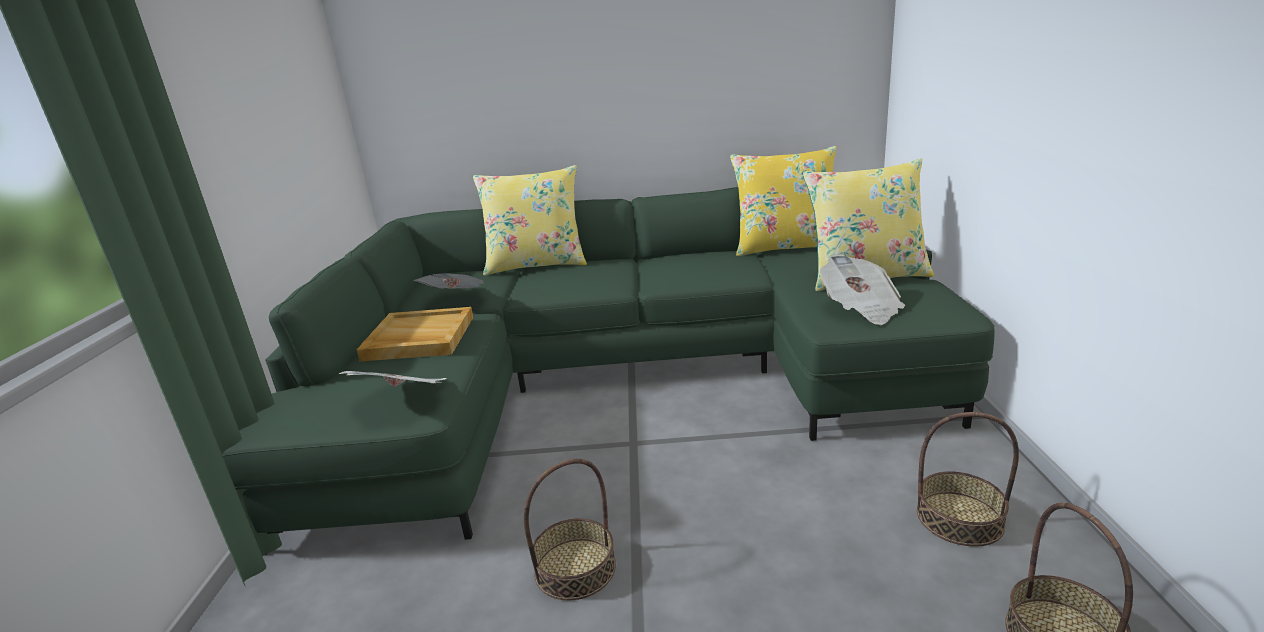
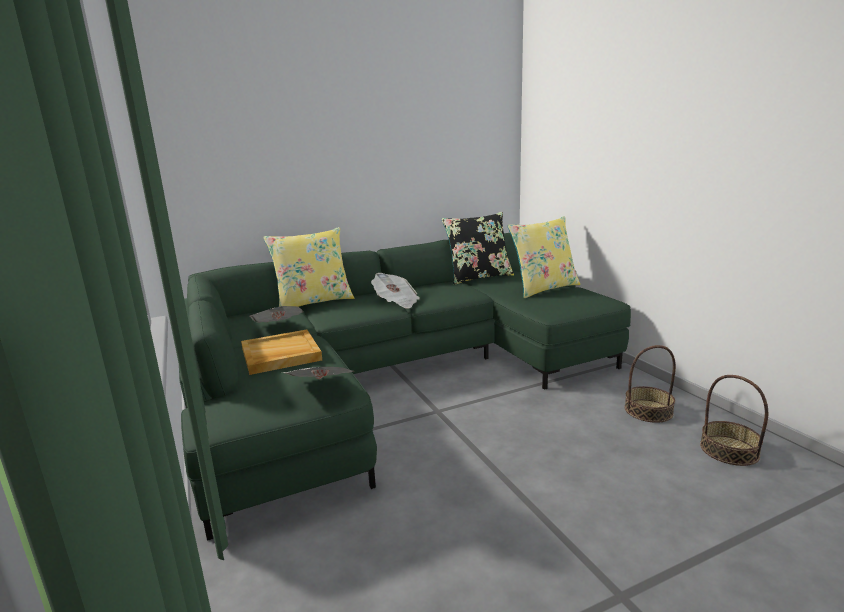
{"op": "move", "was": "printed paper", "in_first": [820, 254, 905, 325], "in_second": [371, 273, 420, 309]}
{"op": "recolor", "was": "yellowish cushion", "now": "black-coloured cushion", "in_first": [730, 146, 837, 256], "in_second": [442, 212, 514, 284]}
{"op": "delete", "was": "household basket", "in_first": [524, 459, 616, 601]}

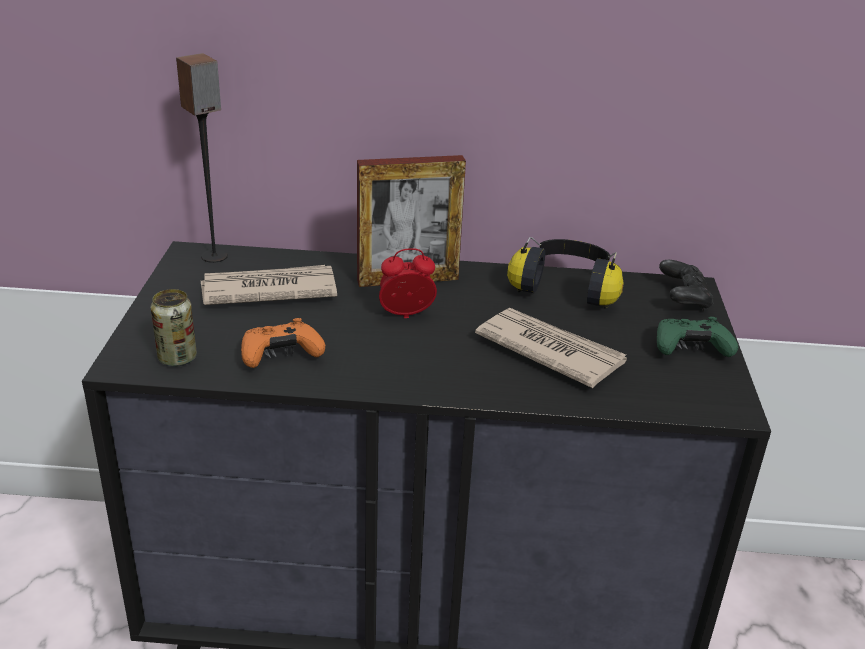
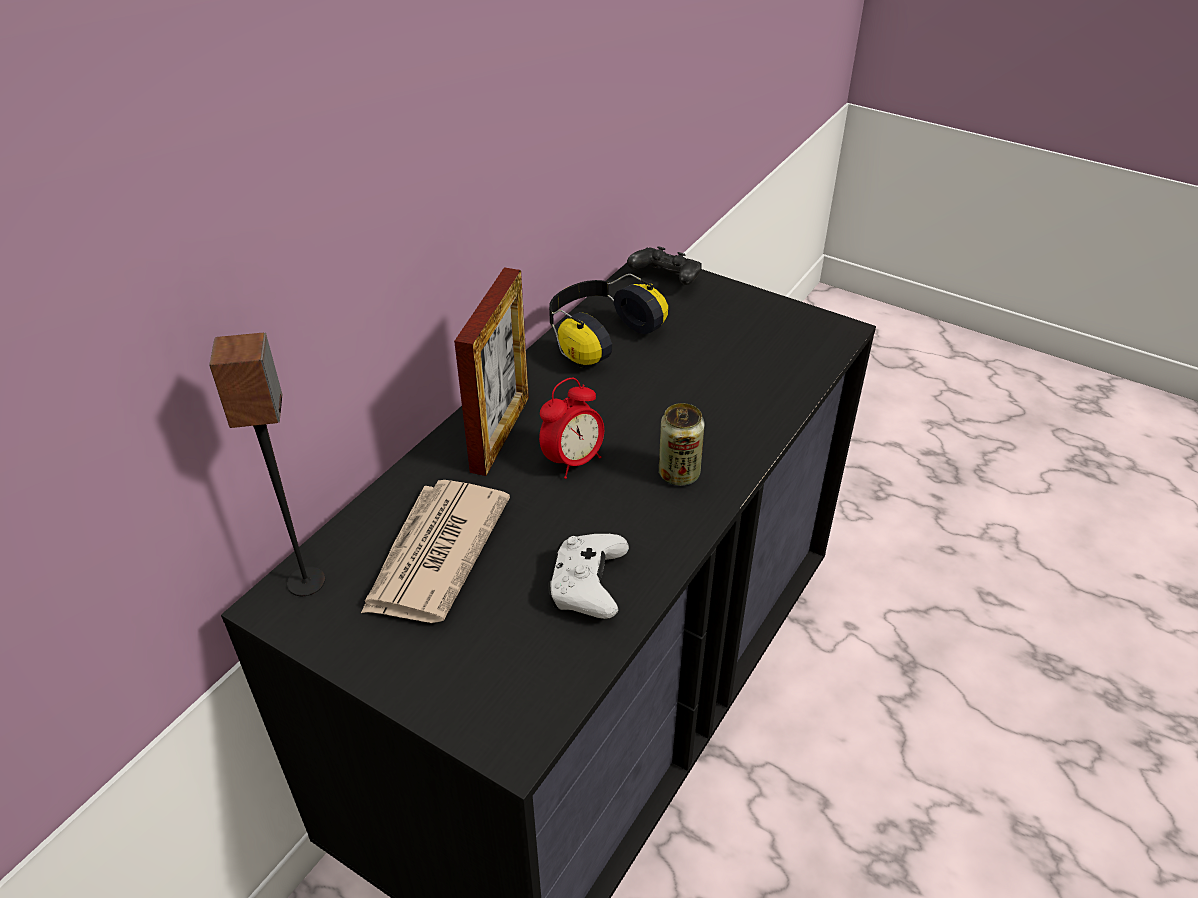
{"op": "rotate", "was": "table clock", "in_first": [379, 248, 437, 318], "in_second": [539, 378, 604, 479], "clockwise": -150}
{"op": "recolor", "was": "orange gamepad", "now": "white-coloured gamepad", "in_first": [241, 318, 325, 368], "in_second": [548, 534, 629, 619]}
{"op": "move", "was": "can", "in_first": [150, 289, 197, 367], "in_second": [659, 403, 705, 486]}
{"op": "delete", "was": "printed paper", "in_first": [475, 308, 627, 388]}
{"op": "delete", "was": "green gamepad", "in_first": [657, 317, 738, 357]}

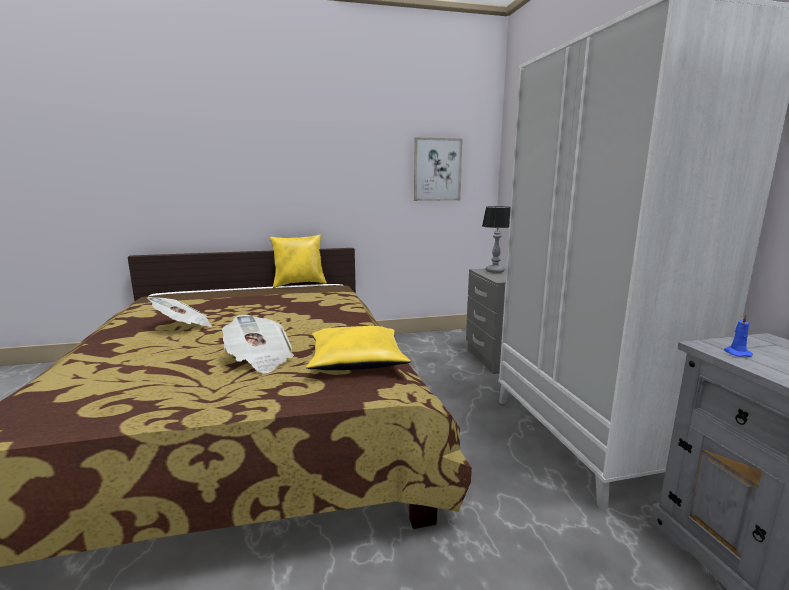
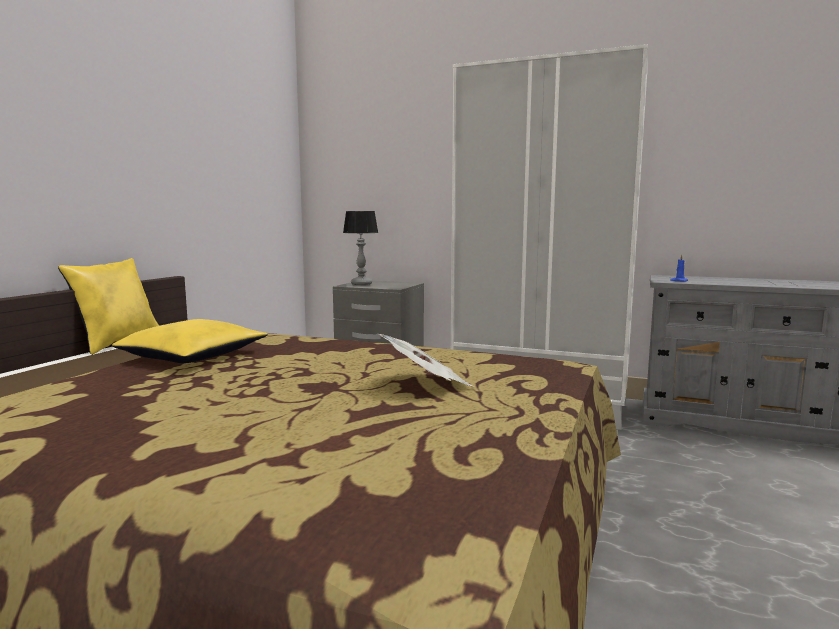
{"op": "move", "was": "yellowish cushion", "in_first": [306, 326, 411, 370], "in_second": [112, 319, 268, 363]}
{"op": "delete", "was": "printed paper", "in_first": [147, 297, 212, 327]}
{"op": "delete", "was": "wall art", "in_first": [414, 137, 463, 201]}

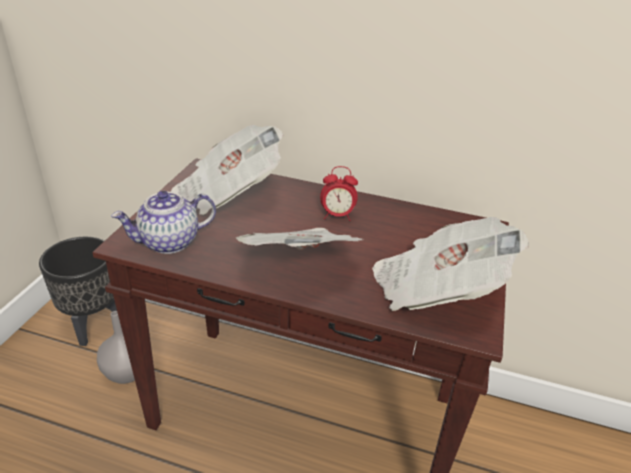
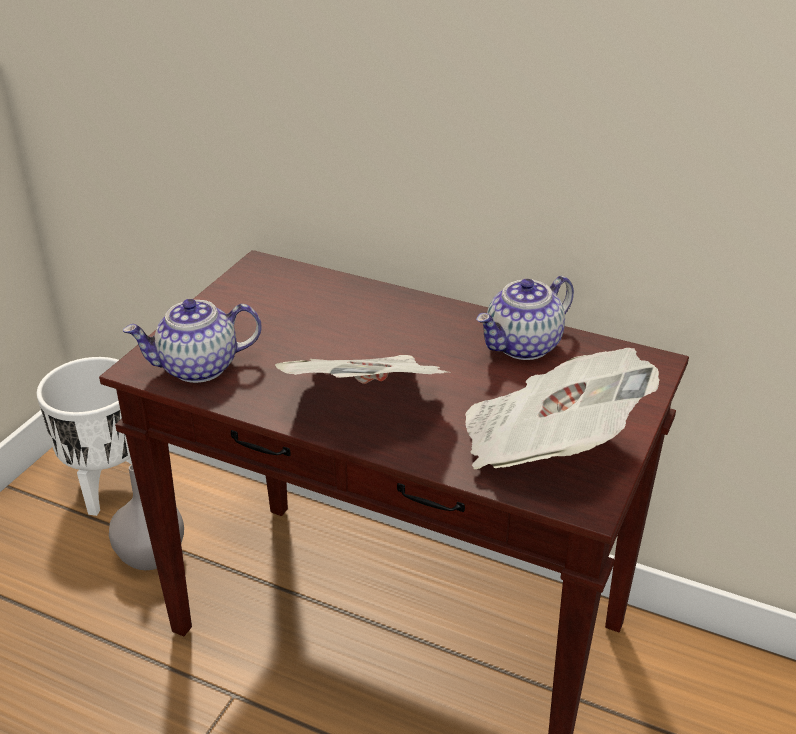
{"op": "recolor", "was": "black-coloured planter", "now": "white-coloured planter", "in_first": [39, 237, 117, 346], "in_second": [37, 357, 132, 516]}
{"op": "insert", "now": "pot for tea", "in_second": [476, 276, 574, 360]}
{"op": "delete", "was": "printed paper", "in_first": [171, 125, 284, 215]}
{"op": "delete", "was": "table clock", "in_first": [320, 166, 358, 221]}

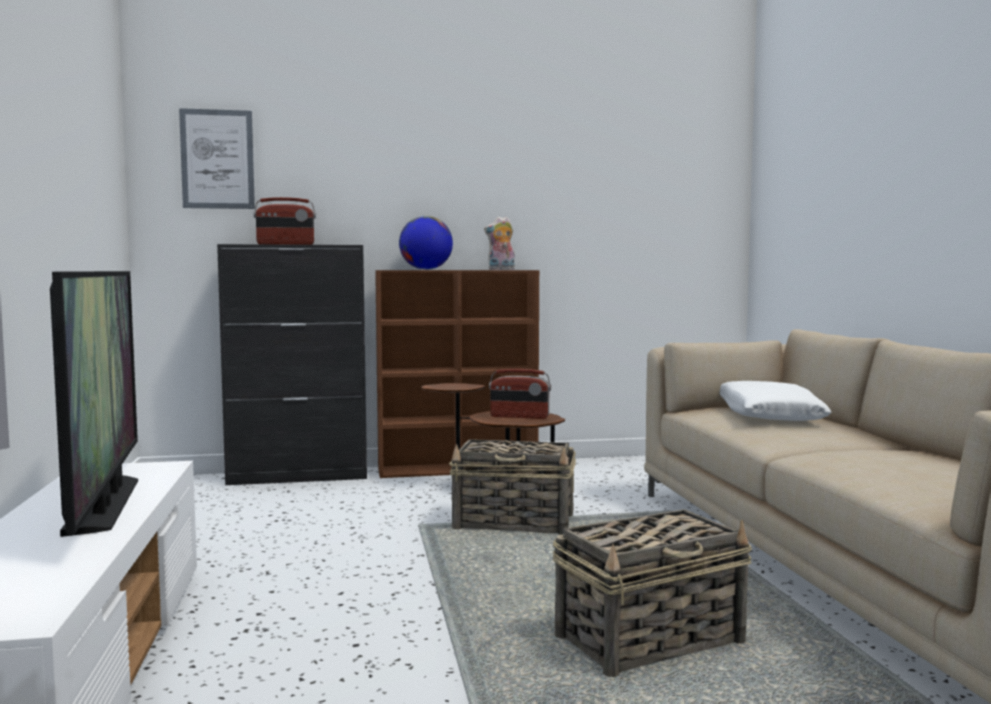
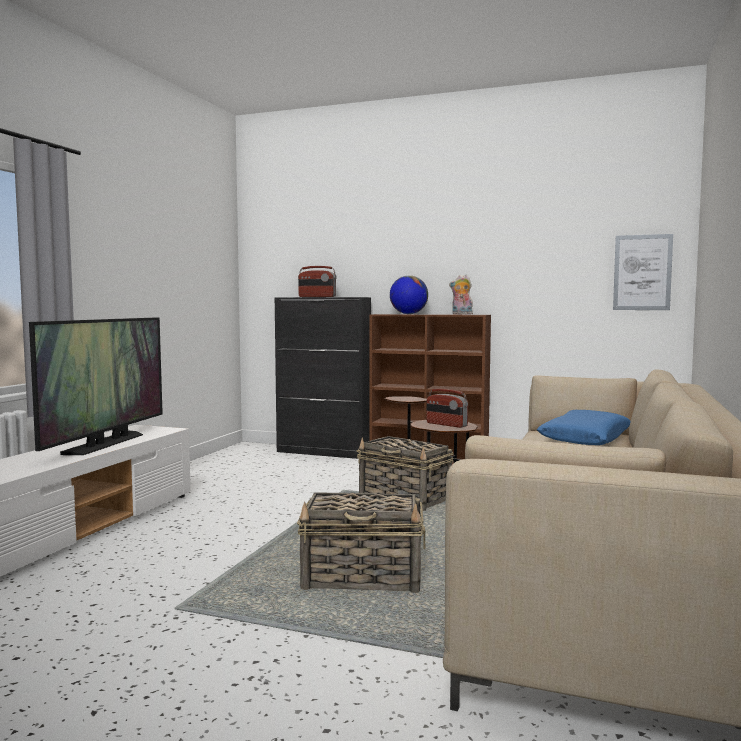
{"op": "recolor", "was": "white-coloured cushion", "now": "bluish cushion", "in_first": [720, 381, 831, 421], "in_second": [537, 410, 631, 445]}
{"op": "move", "was": "wall art", "in_first": [179, 108, 255, 209], "in_second": [613, 234, 673, 310]}

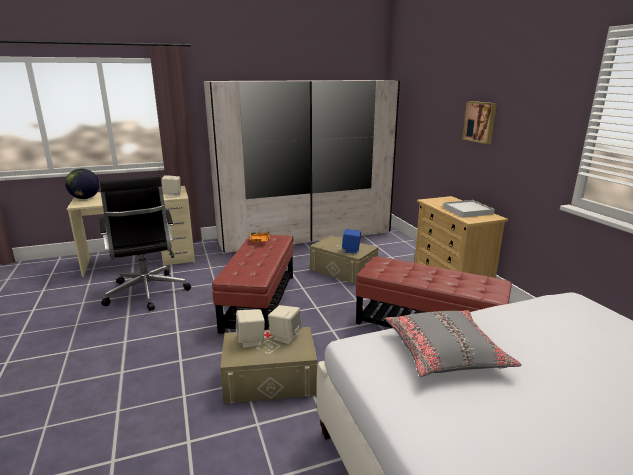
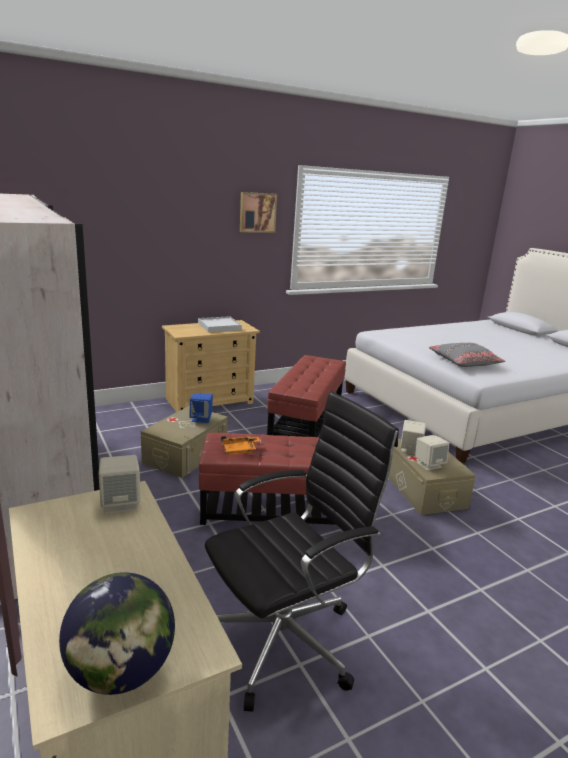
{"op": "move", "was": "wall art", "in_first": [462, 101, 497, 144], "in_second": [240, 192, 277, 233]}

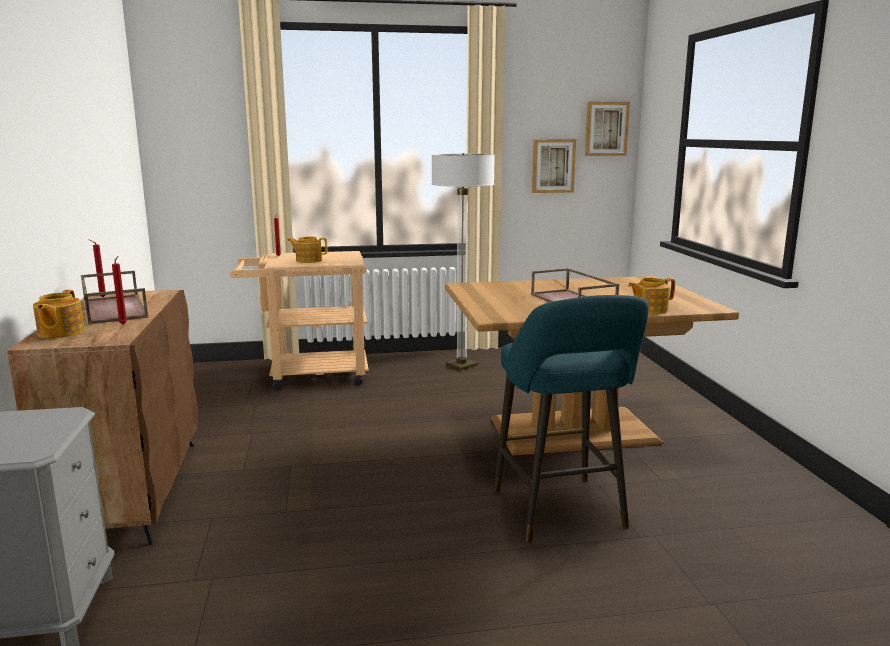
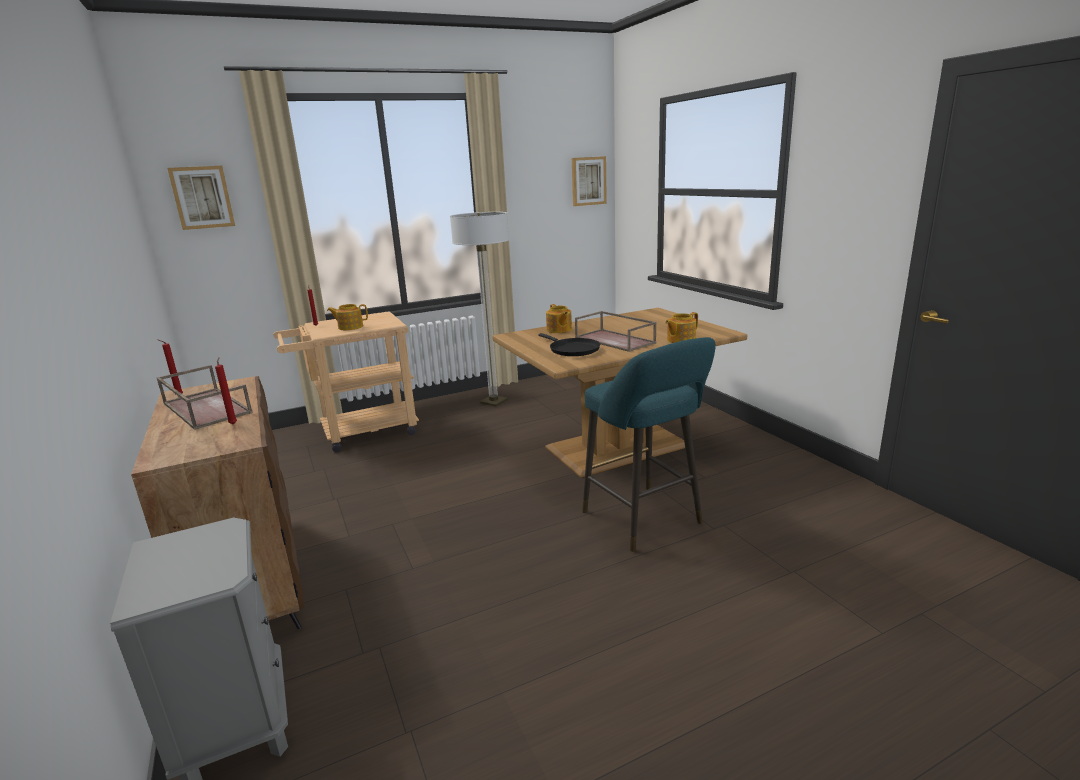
{"op": "move", "was": "wall art", "in_first": [532, 139, 576, 193], "in_second": [167, 166, 235, 230]}
{"op": "insert", "now": "black-coloured frying pan", "in_second": [538, 333, 600, 356]}
{"op": "move", "was": "pot for tea", "in_first": [33, 290, 85, 338], "in_second": [546, 304, 572, 333]}

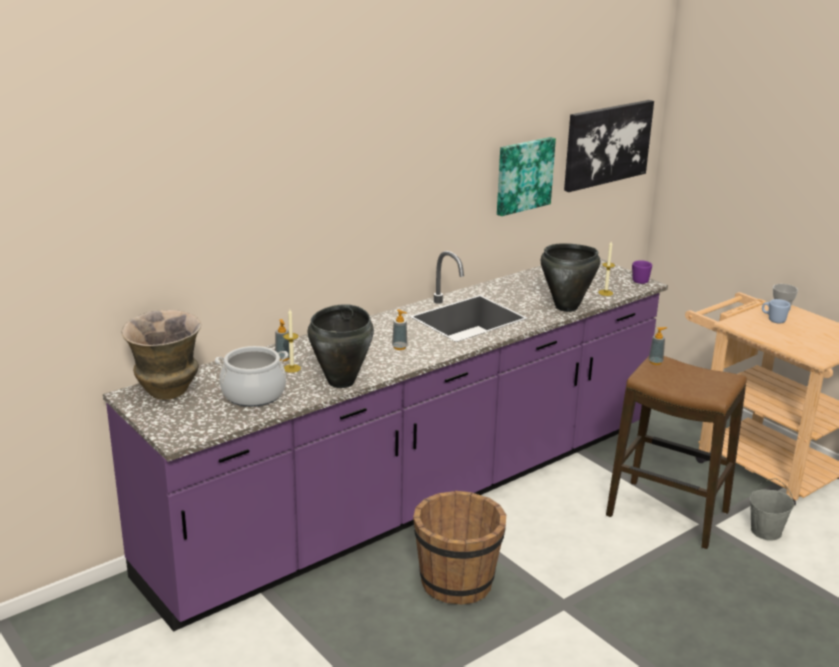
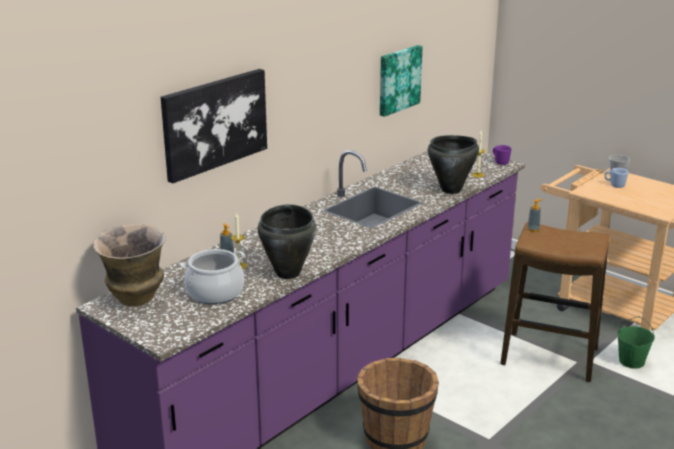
{"op": "move", "was": "wall art", "in_first": [564, 100, 654, 192], "in_second": [161, 69, 267, 183]}
{"op": "recolor", "was": "gray water bucket", "now": "green water bucket", "in_first": [750, 478, 794, 541], "in_second": [617, 316, 655, 369]}
{"op": "delete", "was": "soap bottle", "in_first": [392, 309, 407, 350]}

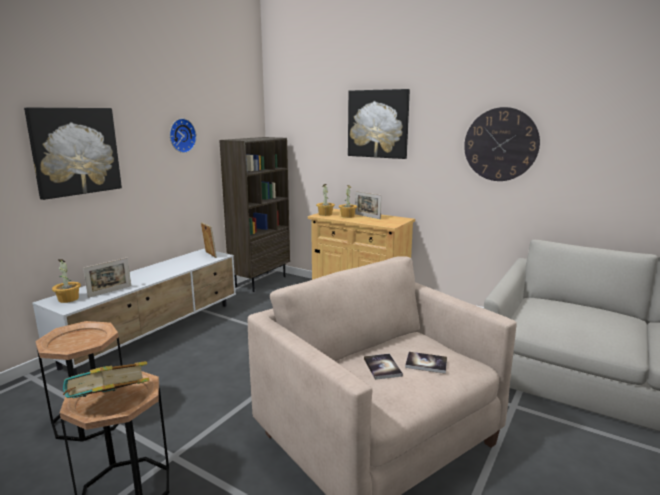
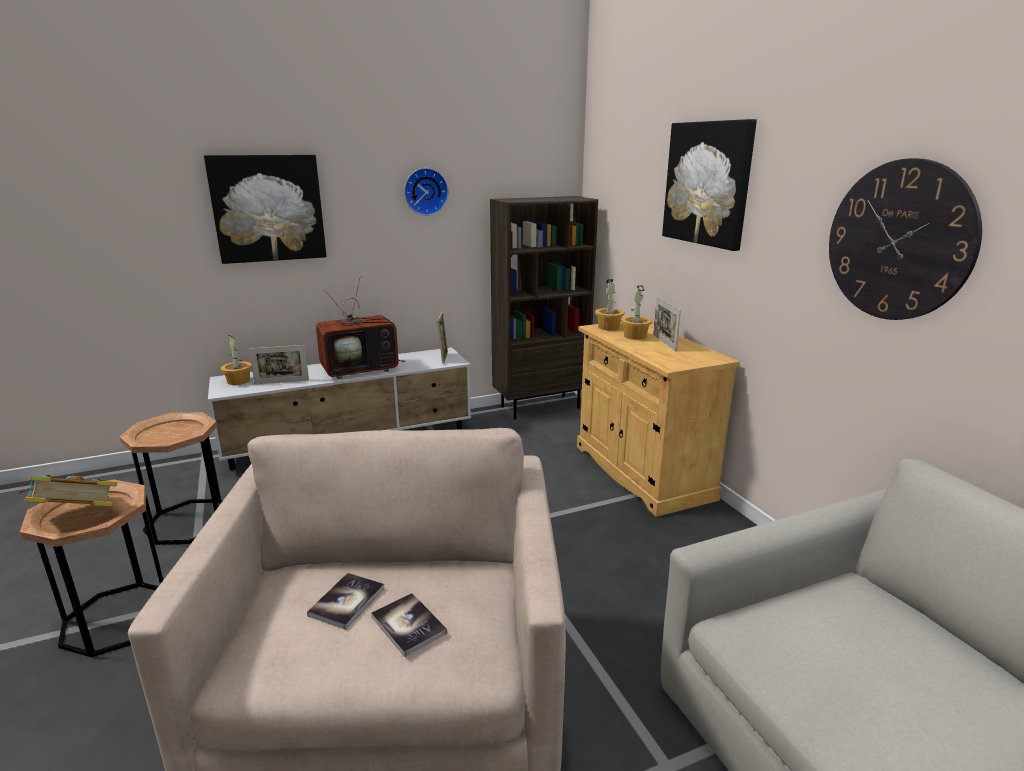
{"op": "insert", "now": "television", "in_second": [316, 276, 405, 379]}

